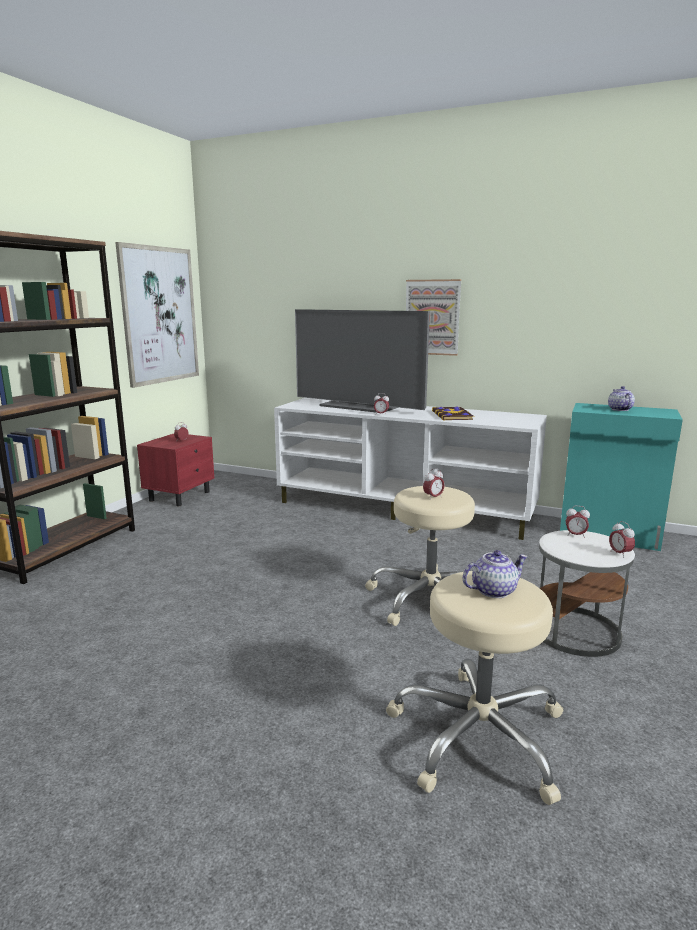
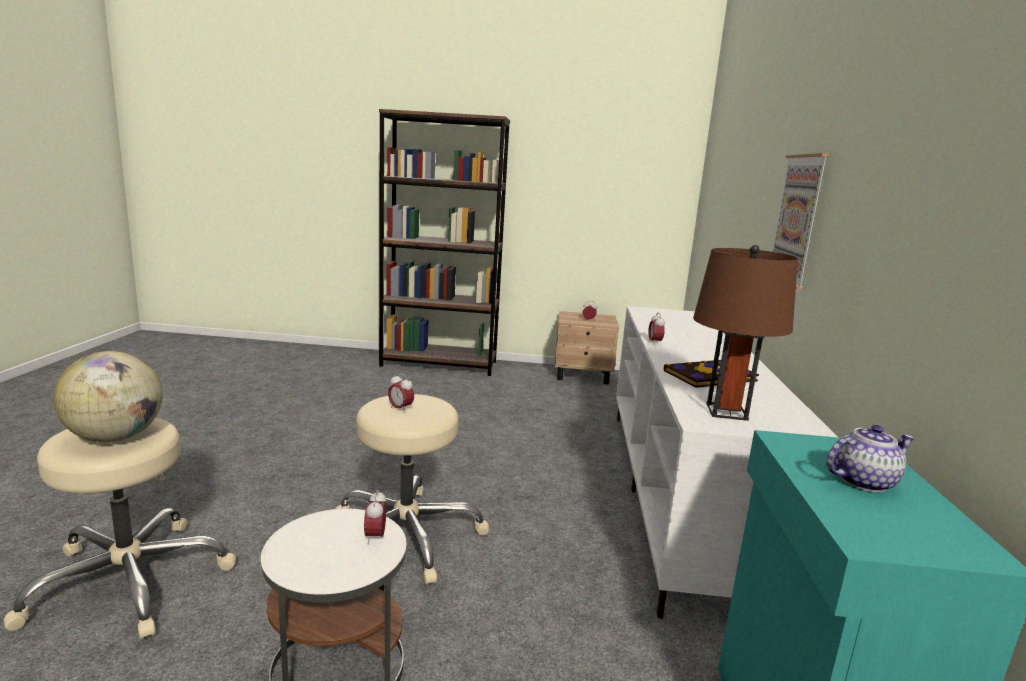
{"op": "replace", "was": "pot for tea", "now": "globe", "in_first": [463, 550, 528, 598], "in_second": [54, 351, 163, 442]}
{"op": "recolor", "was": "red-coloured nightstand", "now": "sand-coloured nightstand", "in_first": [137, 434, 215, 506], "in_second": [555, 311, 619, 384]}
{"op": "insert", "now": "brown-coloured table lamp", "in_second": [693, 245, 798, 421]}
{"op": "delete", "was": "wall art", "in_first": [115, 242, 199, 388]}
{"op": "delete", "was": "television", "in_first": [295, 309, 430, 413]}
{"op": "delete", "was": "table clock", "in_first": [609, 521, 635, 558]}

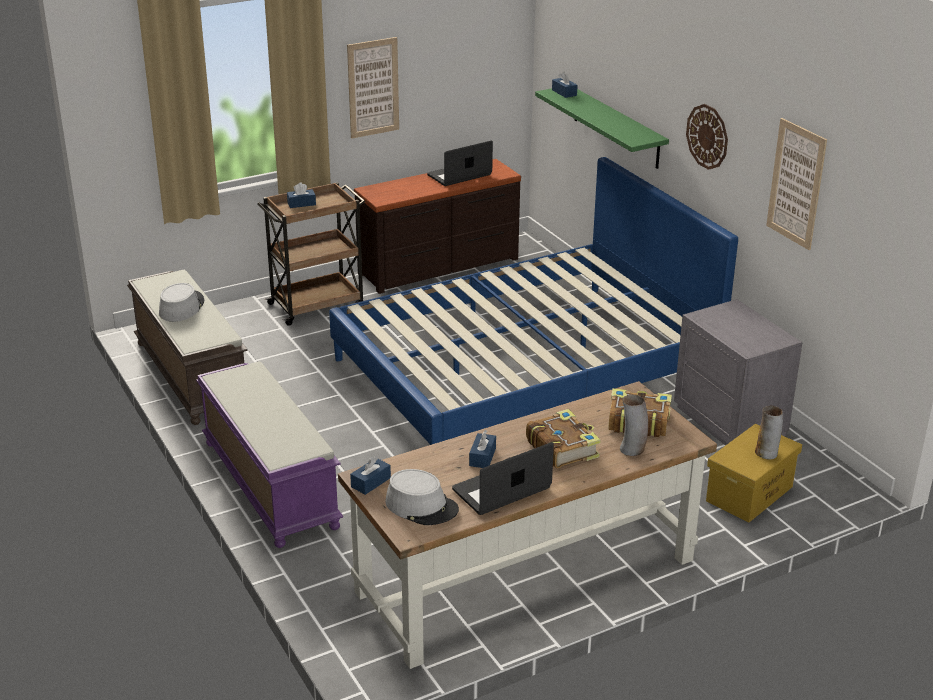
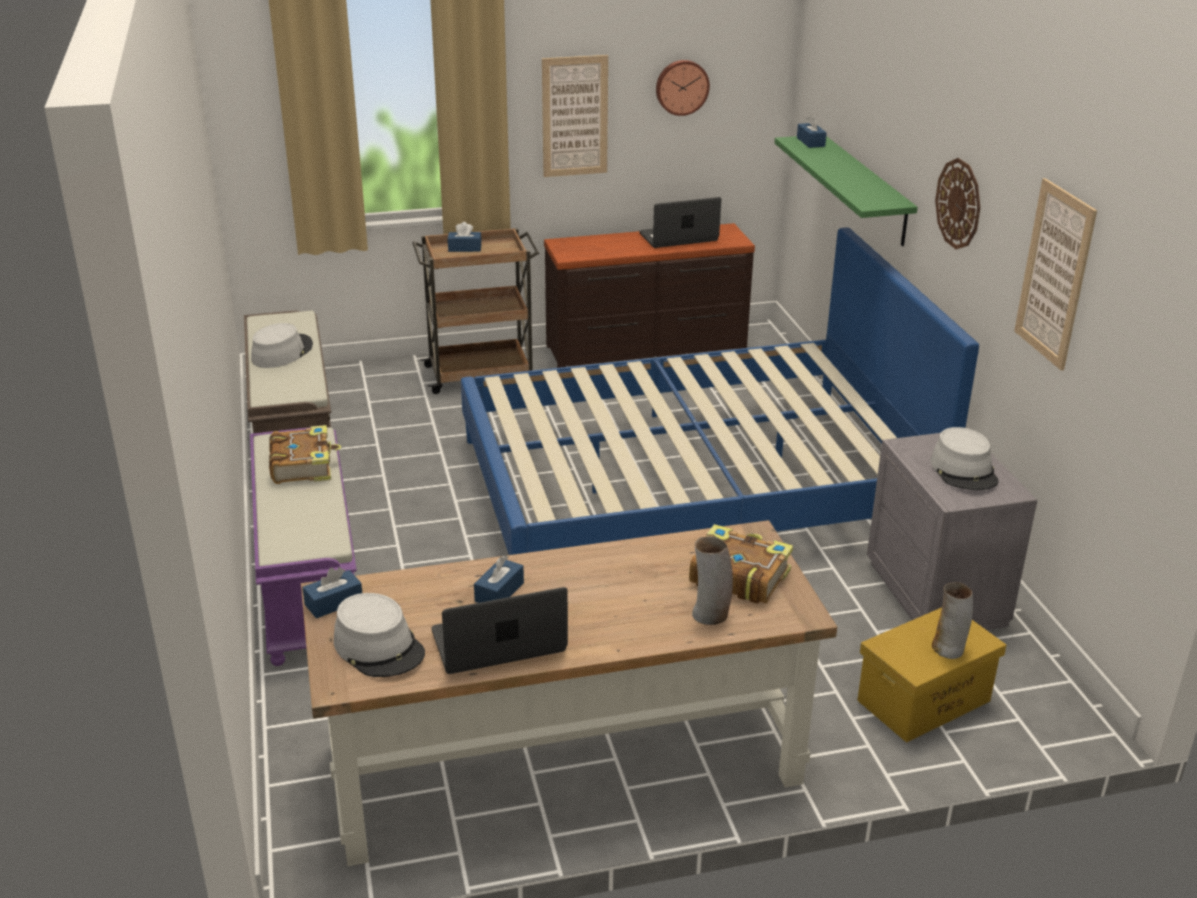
{"op": "move", "was": "bound book", "in_first": [526, 409, 601, 468], "in_second": [269, 425, 341, 484]}
{"op": "insert", "now": "wall clock", "in_second": [656, 60, 710, 116]}
{"op": "insert", "now": "gray clothing hat", "in_second": [931, 427, 999, 490]}

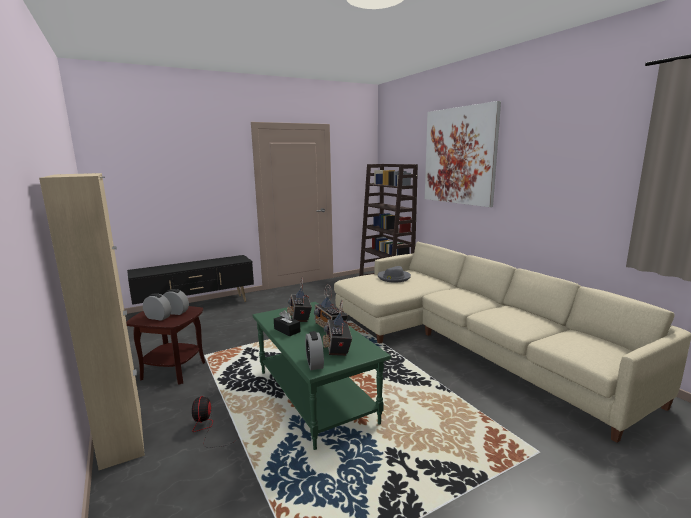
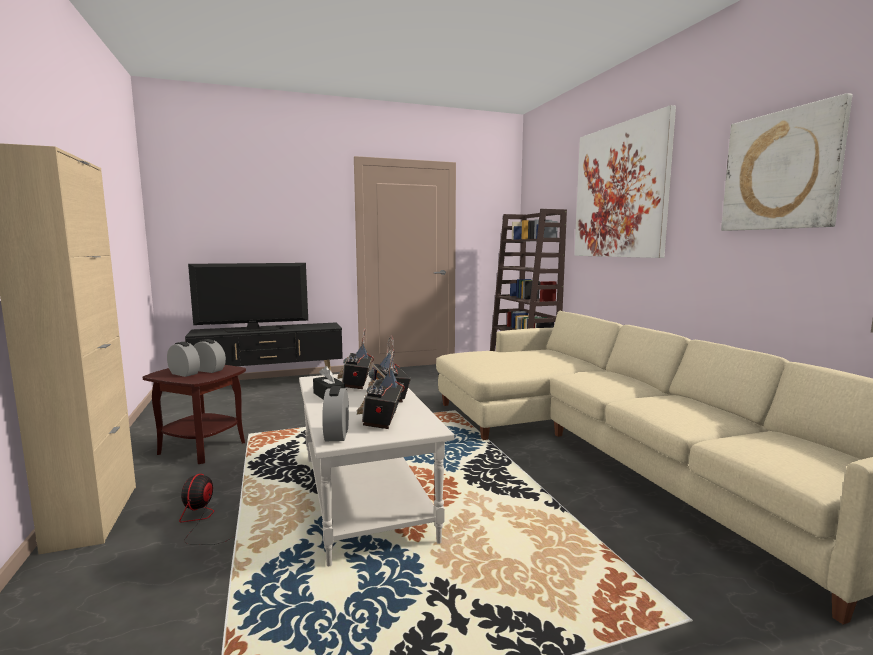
{"op": "insert", "now": "television", "in_second": [188, 263, 308, 333]}
{"op": "recolor", "was": "green lounge table", "now": "white-coloured lounge table", "in_first": [253, 302, 391, 450], "in_second": [299, 372, 454, 566]}
{"op": "insert", "now": "wall art", "in_second": [721, 93, 852, 231]}
{"op": "delete", "was": "gray clothing hat", "in_first": [378, 266, 411, 282]}

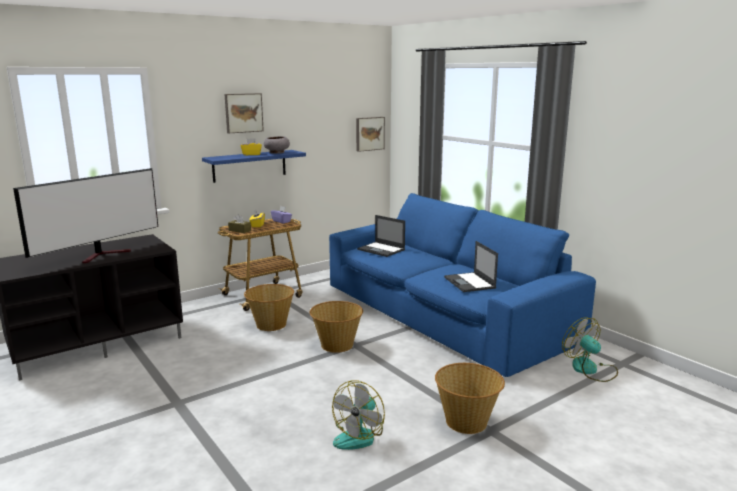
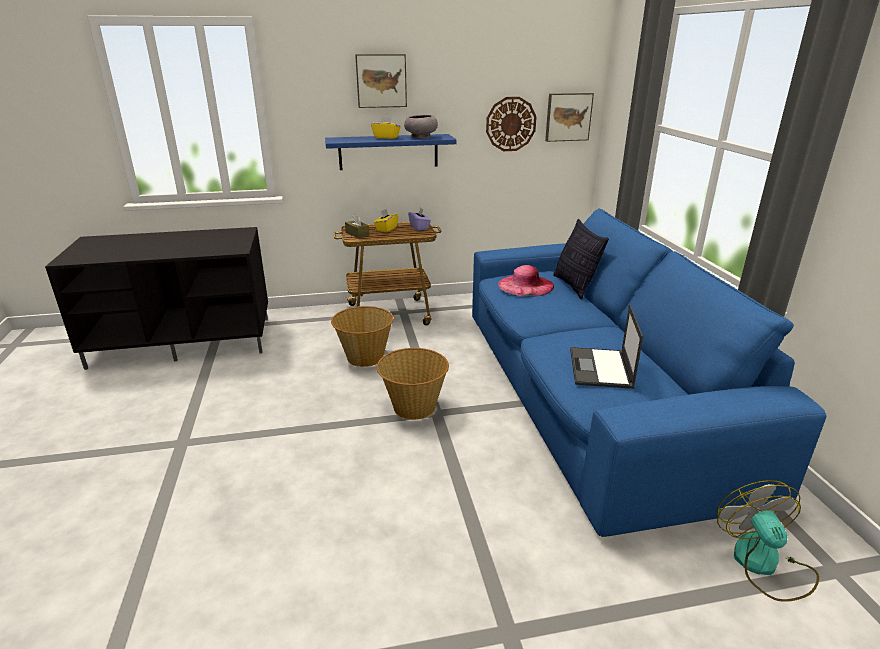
{"op": "insert", "now": "wall clock", "in_second": [486, 97, 537, 151]}
{"op": "replace", "was": "laptop", "now": "pink clothing hat", "in_first": [357, 215, 405, 257], "in_second": [498, 265, 554, 297]}
{"op": "insert", "now": "cushion", "in_second": [553, 219, 609, 299]}
{"op": "delete", "was": "television", "in_first": [13, 168, 158, 263]}
{"op": "delete", "was": "cooling fan", "in_first": [332, 380, 385, 450]}
{"op": "delete", "was": "household basket", "in_first": [435, 363, 505, 434]}

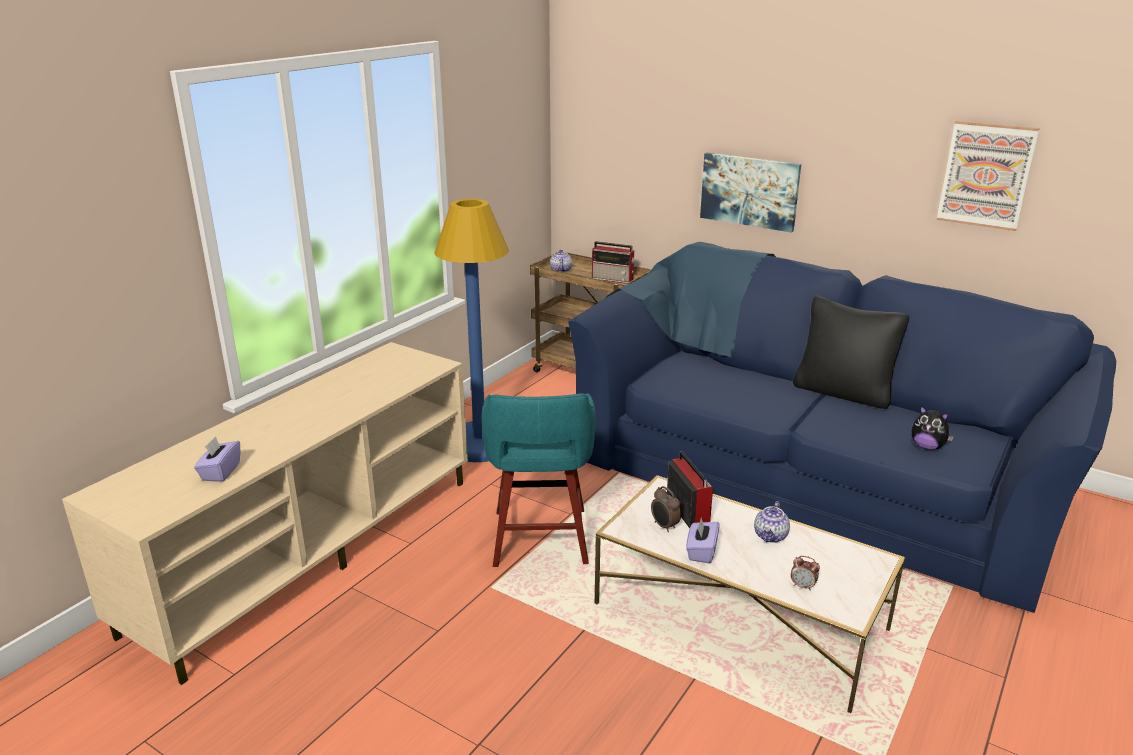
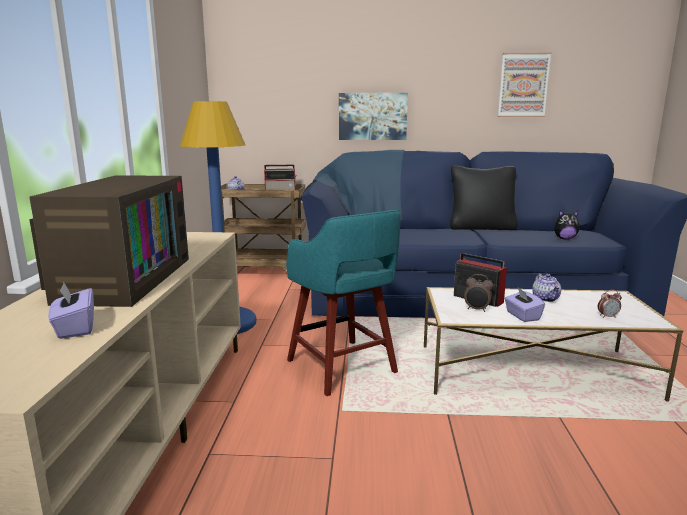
{"op": "insert", "now": "television", "in_second": [29, 175, 189, 307]}

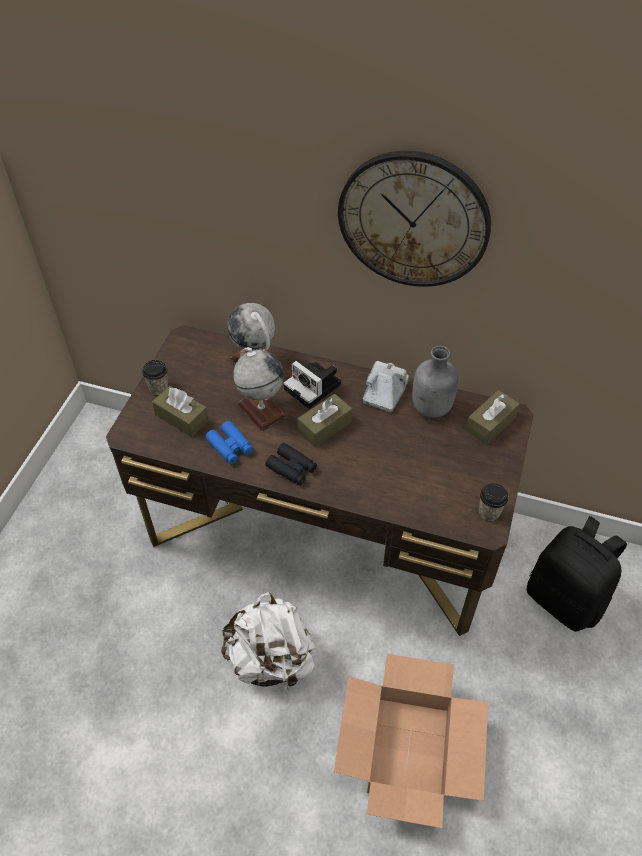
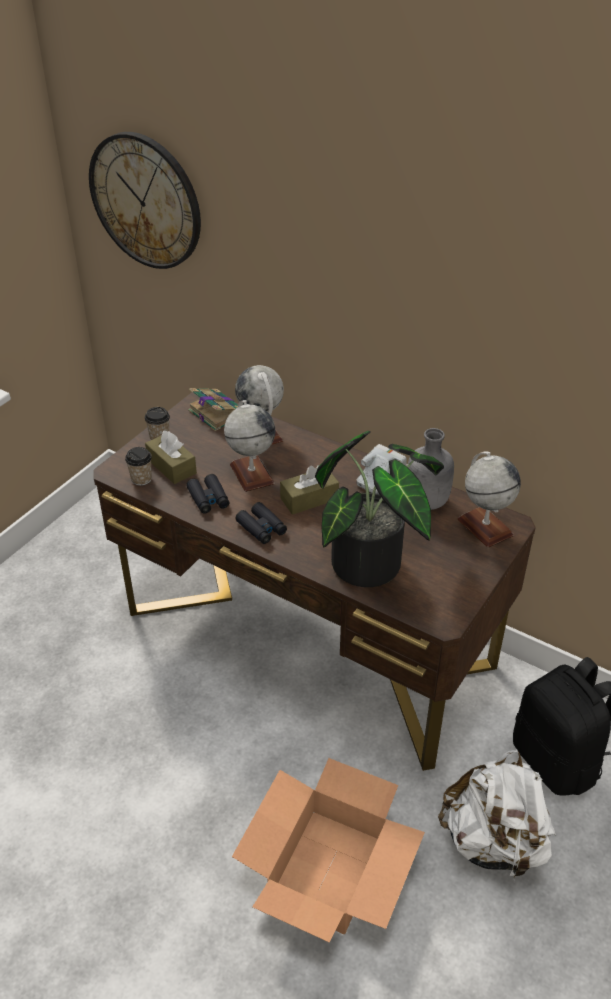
{"op": "move", "was": "wall clock", "in_first": [338, 151, 491, 287], "in_second": [89, 132, 201, 269]}
{"op": "move", "was": "small cup", "in_first": [479, 483, 508, 521], "in_second": [125, 447, 152, 486]}
{"op": "recolor", "was": "bluish field glasses", "now": "black-coloured field glasses", "in_first": [205, 421, 253, 464], "in_second": [186, 474, 229, 514]}
{"op": "insert", "now": "bound book", "in_second": [188, 388, 238, 431]}
{"op": "insert", "now": "houseplant", "in_second": [315, 431, 444, 587]}
{"op": "move", "was": "white-coloured knapsack", "in_first": [221, 592, 316, 692], "in_second": [438, 749, 556, 882]}
{"op": "replace", "was": "brown-coloured tissue box", "now": "globe", "in_first": [466, 390, 519, 445], "in_second": [457, 451, 521, 548]}
{"op": "delete", "was": "still camera", "in_first": [283, 361, 341, 409]}

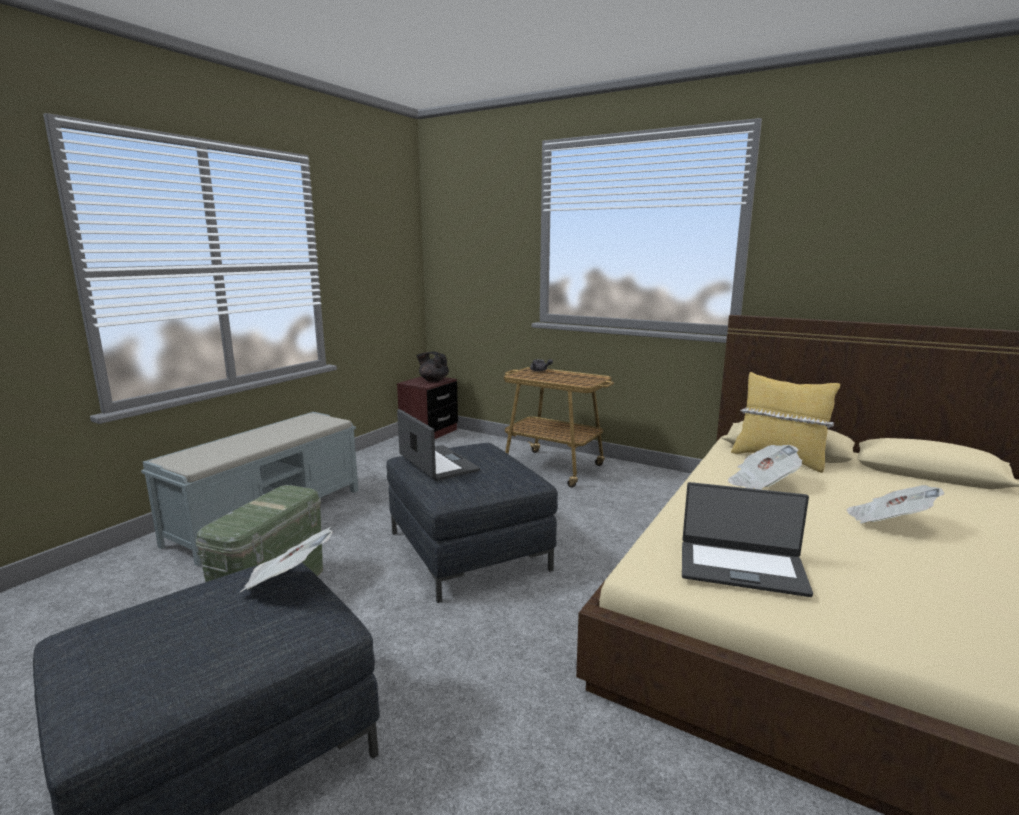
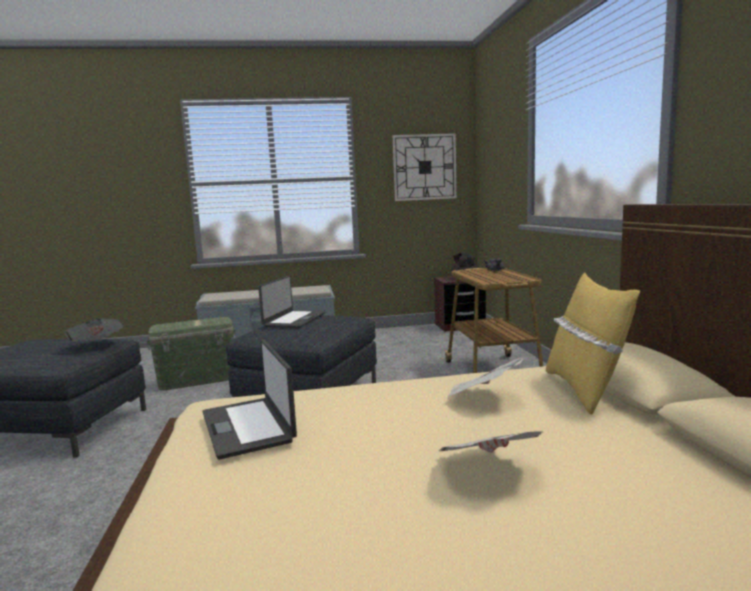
{"op": "insert", "now": "wall clock", "in_second": [392, 133, 457, 201]}

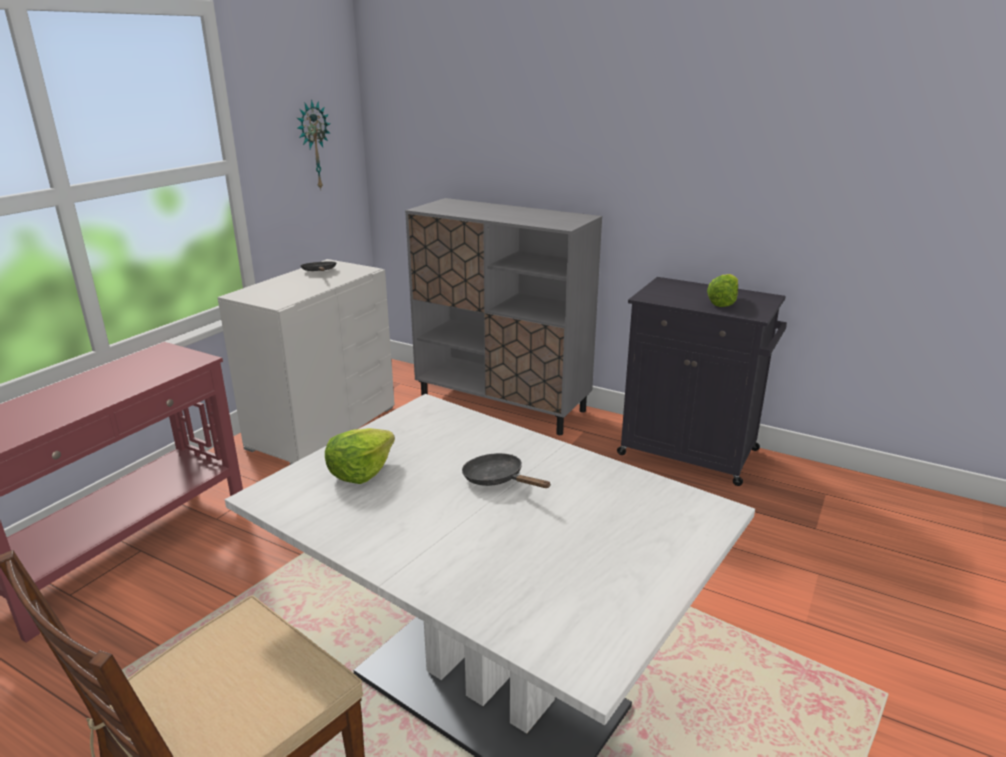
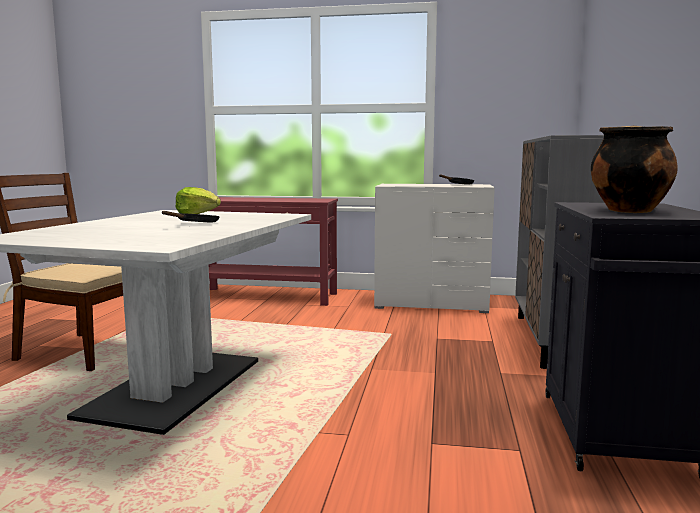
{"op": "replace", "was": "lettuce", "now": "cooking pot", "in_first": [707, 274, 738, 307], "in_second": [591, 126, 678, 213]}
{"op": "delete", "was": "wall clock", "in_first": [297, 99, 330, 190]}

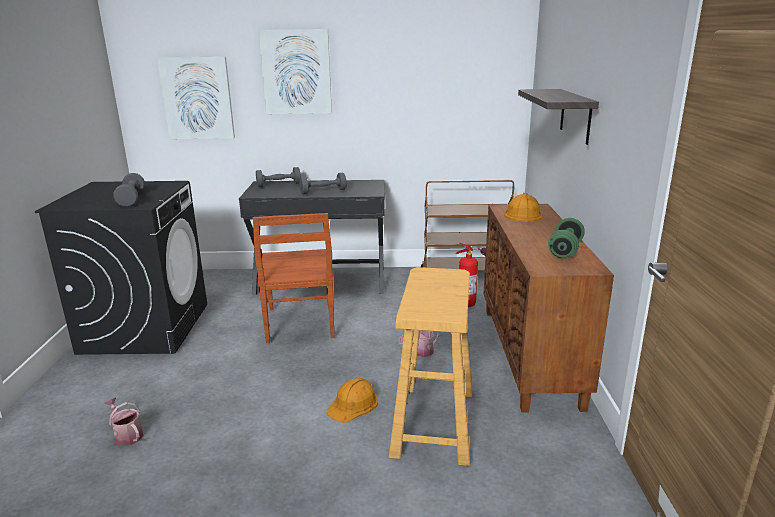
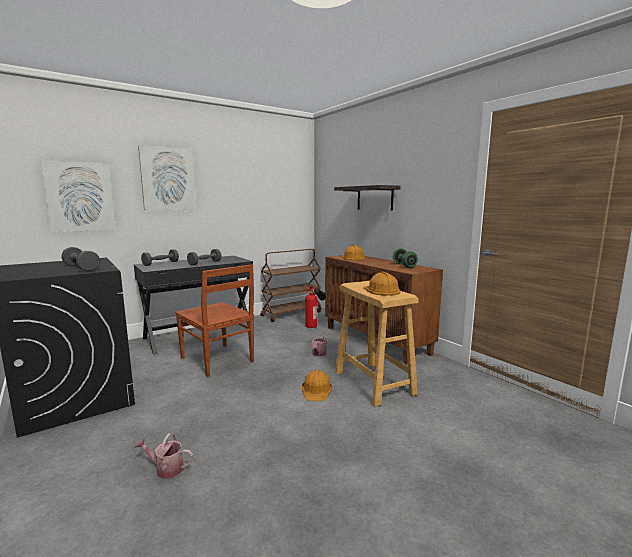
{"op": "insert", "now": "orange safety helmet", "in_second": [363, 272, 401, 296]}

